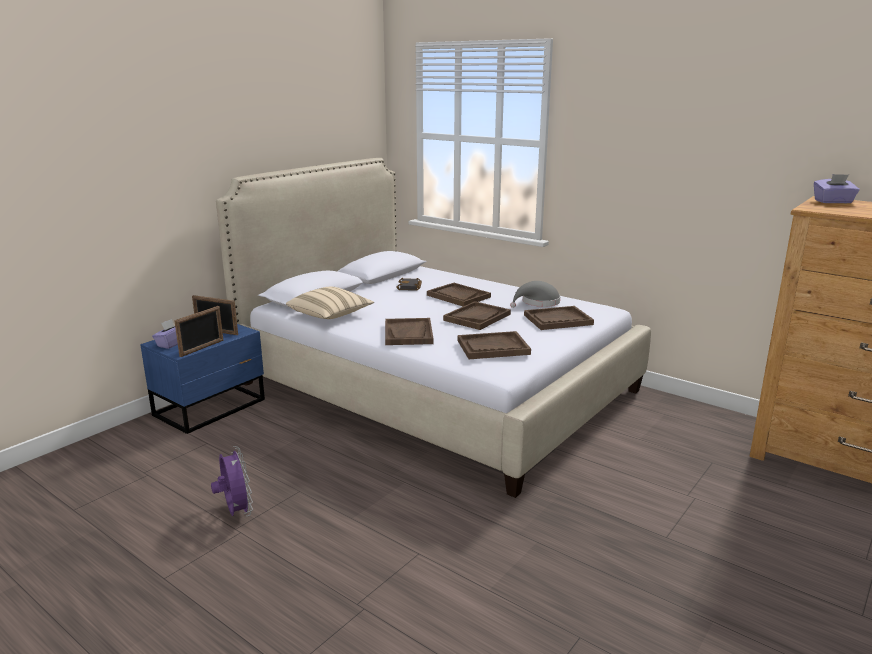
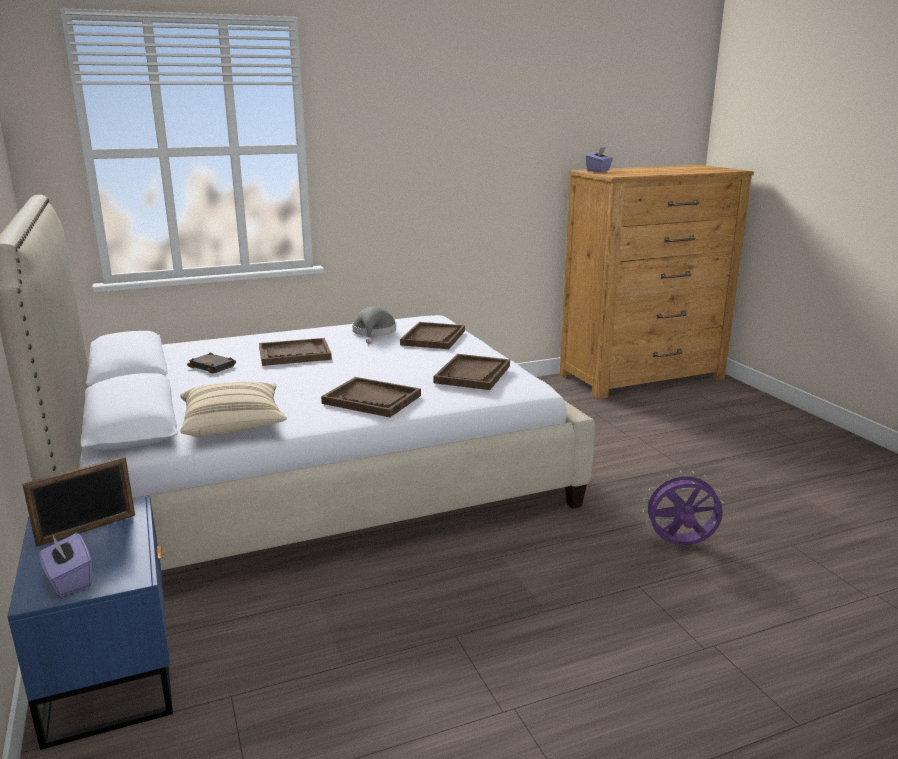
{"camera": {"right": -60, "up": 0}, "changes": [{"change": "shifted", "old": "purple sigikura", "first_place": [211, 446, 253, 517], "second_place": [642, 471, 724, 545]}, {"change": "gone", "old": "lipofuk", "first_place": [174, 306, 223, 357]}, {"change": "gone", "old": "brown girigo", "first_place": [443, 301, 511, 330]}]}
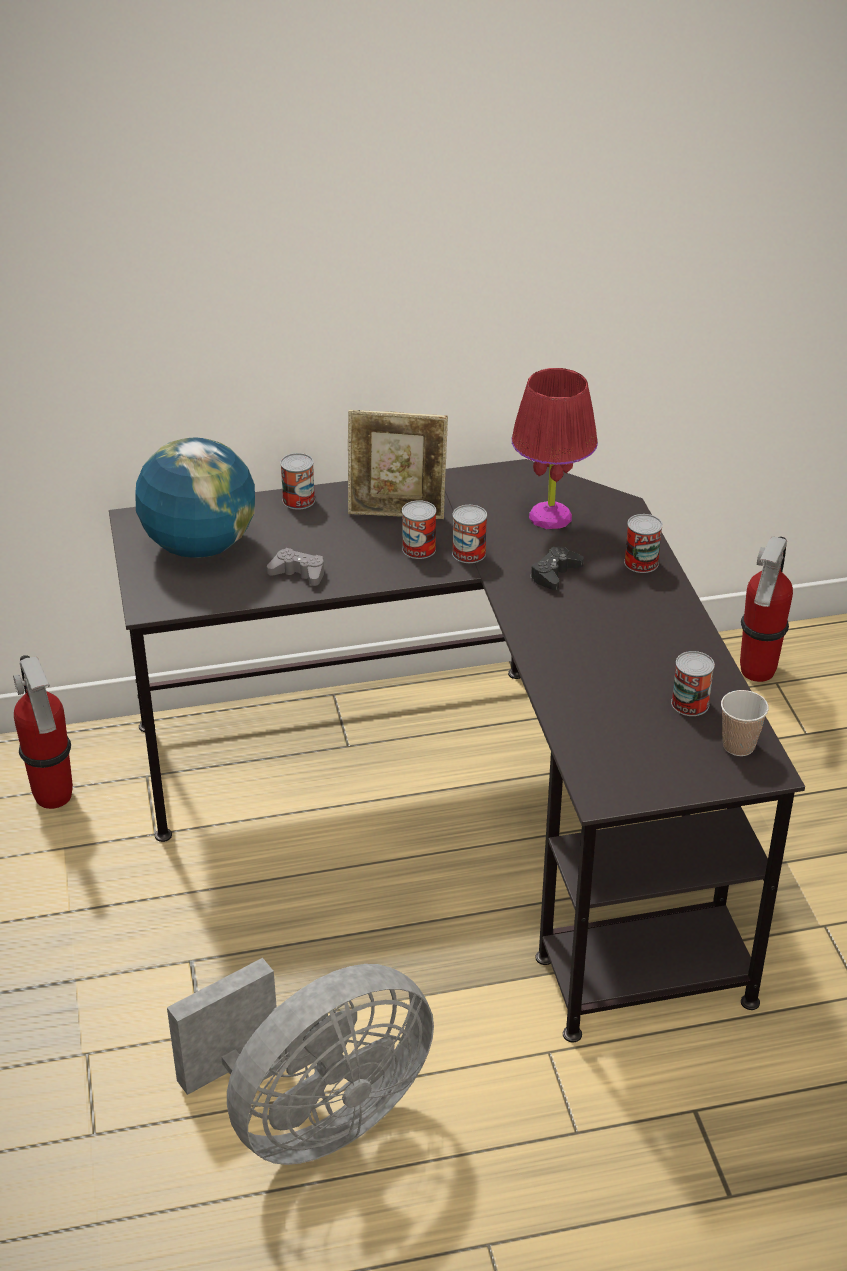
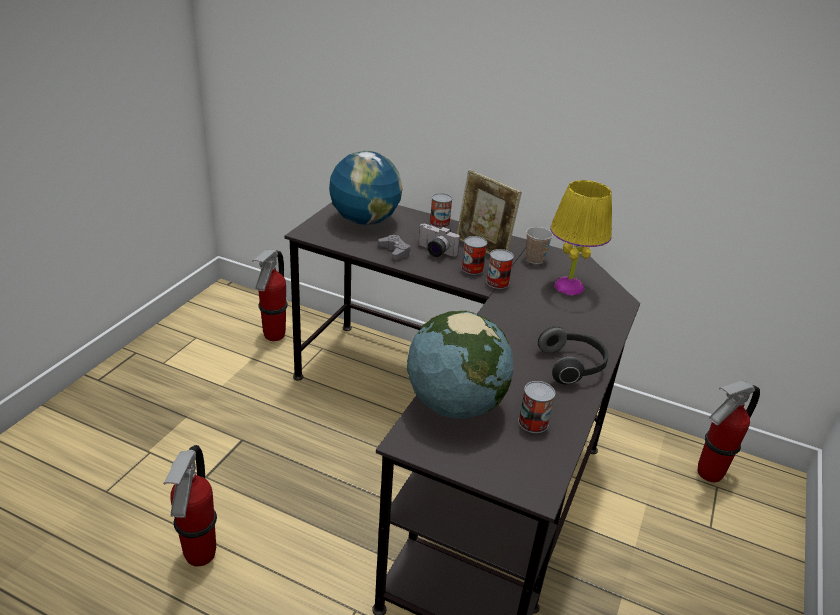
{"camera": {"right": 35, "up": -5}, "changes": [{"change": "swapped", "old": "grey sigikura", "new": "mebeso", "first_place": [167, 958, 434, 1165], "second_place": [163, 445, 217, 566]}, {"change": "new", "new": "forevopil", "second_place": [407, 311, 513, 419]}, {"change": "new", "new": "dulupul", "second_place": [419, 224, 460, 257]}, {"change": "shifted", "old": "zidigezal", "first_place": [721, 690, 769, 756], "second_place": [526, 227, 553, 264]}, {"change": "new", "new": "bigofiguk", "second_place": [538, 326, 608, 384]}, {"change": "repainted", "old": "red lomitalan", "new": "yellow lomitalan", "first_place": [512, 368, 598, 529], "second_place": [550, 180, 612, 295]}, {"change": "gone", "old": "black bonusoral", "first_place": [530, 546, 584, 590]}, {"change": "gone", "old": "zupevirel", "first_place": [624, 514, 663, 573]}]}
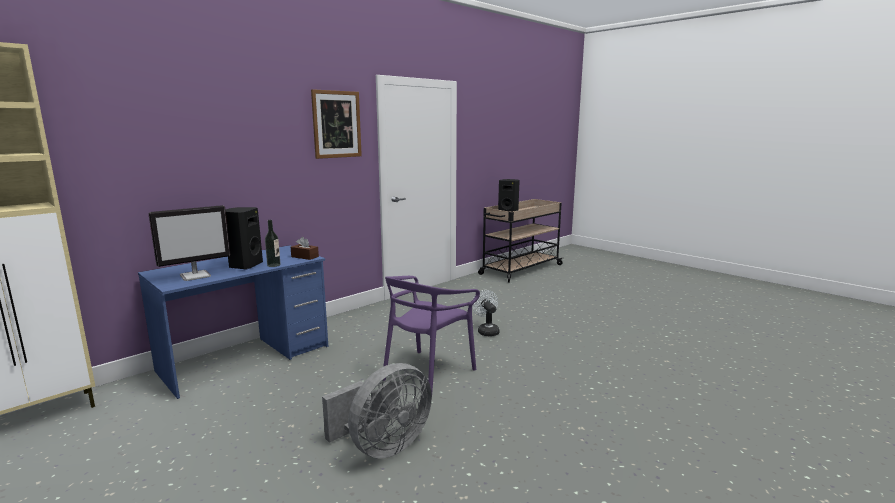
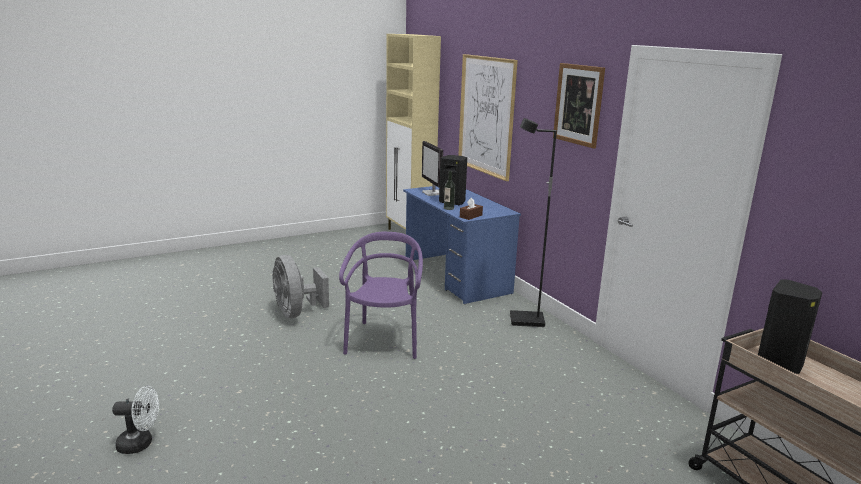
{"camera": {"right": 105, "up": 5}, "changes": [{"change": "shifted", "old": "white sigikura", "first_place": [472, 290, 500, 336], "second_place": [112, 386, 159, 454]}, {"change": "rotated", "old": "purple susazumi", "first_place": [382, 276, 480, 392], "second_place": [339, 232, 423, 359], "degrees": 45}, {"change": "new", "new": "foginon", "second_place": [458, 54, 518, 181]}, {"change": "new", "new": "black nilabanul", "second_place": [510, 118, 557, 327]}]}
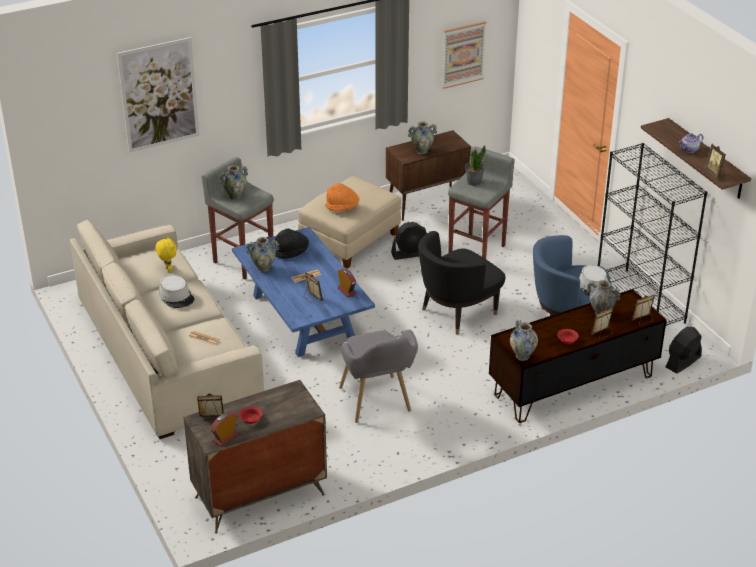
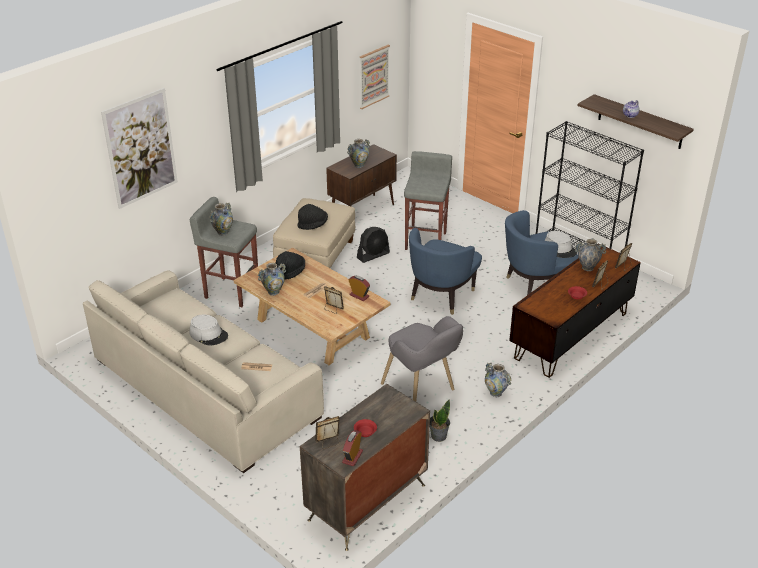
{"camera": {"right": -20, "up": 0}, "changes": [{"change": "repainted", "old": "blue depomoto", "new": "beige depomoto", "first_place": [232, 227, 375, 357], "second_place": [234, 248, 390, 365]}, {"change": "repainted", "old": "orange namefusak", "new": "black namefusak", "first_place": [326, 183, 359, 212], "second_place": [297, 204, 328, 230]}, {"change": "repainted", "old": "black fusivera", "new": "blue fusivera", "first_place": [418, 231, 505, 335], "second_place": [409, 228, 482, 315]}, {"change": "shifted", "old": "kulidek", "first_place": [465, 145, 486, 186], "second_place": [430, 400, 450, 442]}, {"change": "shifted", "old": "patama", "first_place": [510, 319, 538, 361], "second_place": [485, 363, 512, 397]}, {"change": "gone", "old": "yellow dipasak", "first_place": [155, 237, 177, 272]}, {"change": "gone", "old": "black sigikura", "first_place": [666, 326, 702, 374]}, {"change": "gone", "old": "lipofuk", "first_place": [705, 144, 726, 178]}]}
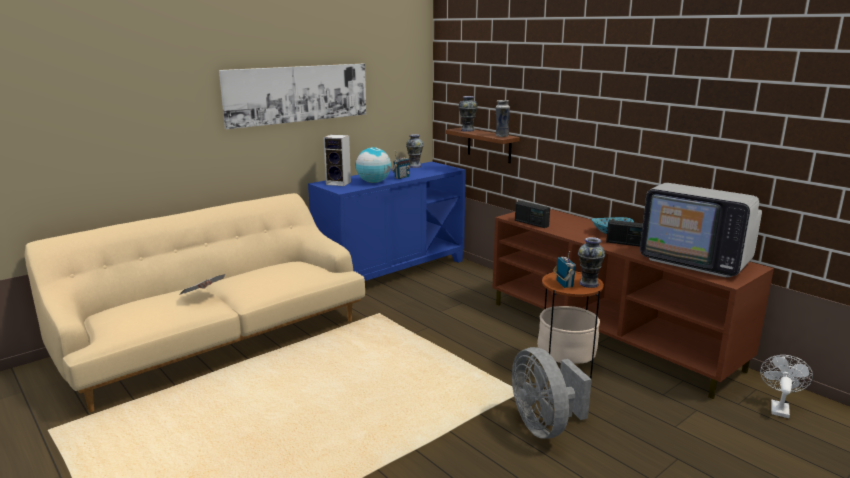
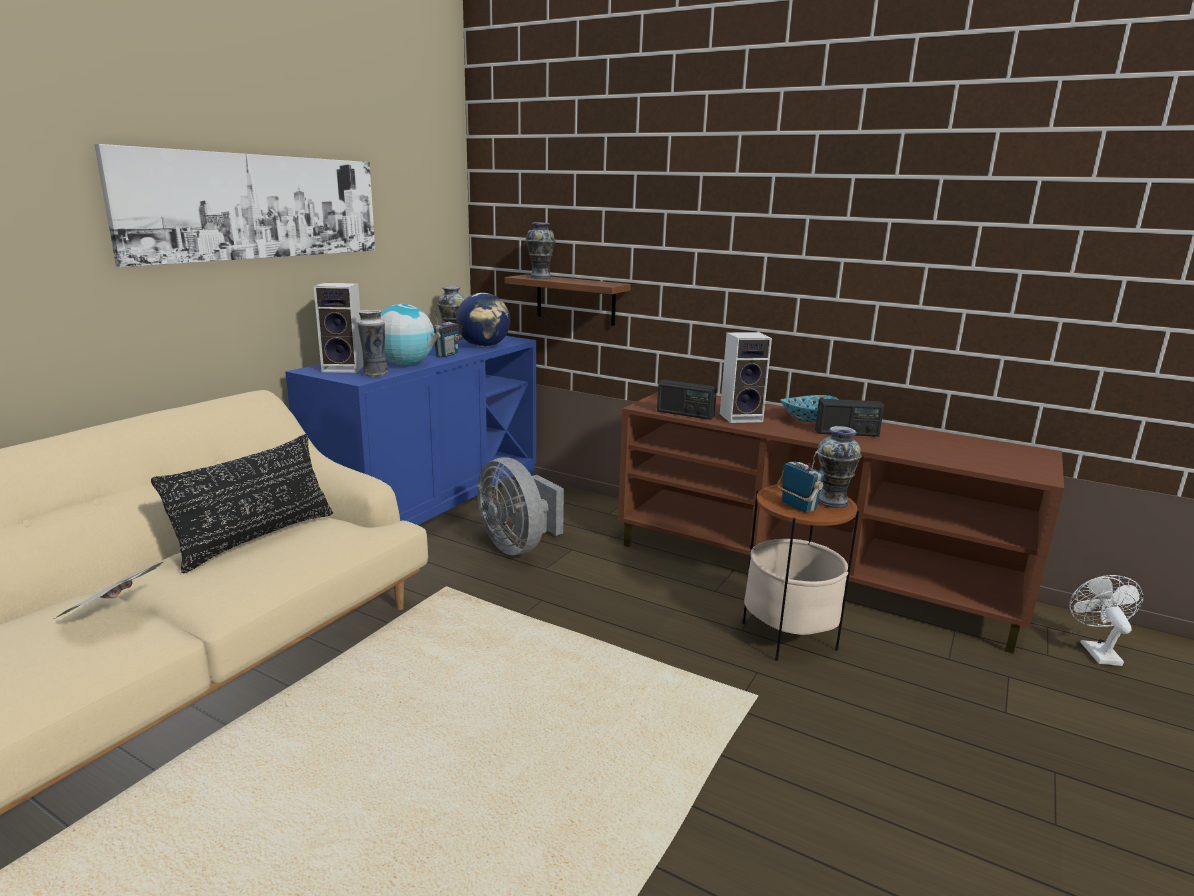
{"camera": {"right": -20, "up": 0}, "changes": [{"change": "new", "new": "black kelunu", "second_place": [151, 434, 333, 573]}, {"change": "shifted", "old": "patama", "first_place": [495, 100, 510, 137], "second_place": [358, 310, 388, 377]}, {"change": "new", "new": "forevopil", "second_place": [456, 293, 510, 347]}, {"change": "shifted", "old": "grey sigikura", "first_place": [512, 347, 592, 439], "second_place": [477, 457, 564, 555]}, {"change": "new", "new": "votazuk", "second_place": [720, 332, 772, 423]}, {"change": "gone", "old": "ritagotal", "first_place": [640, 183, 762, 277]}]}
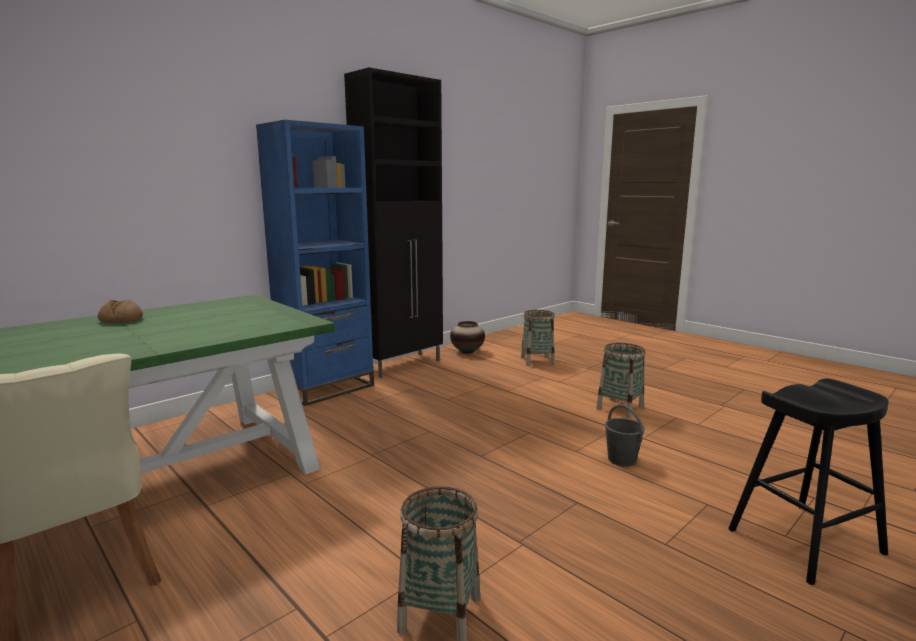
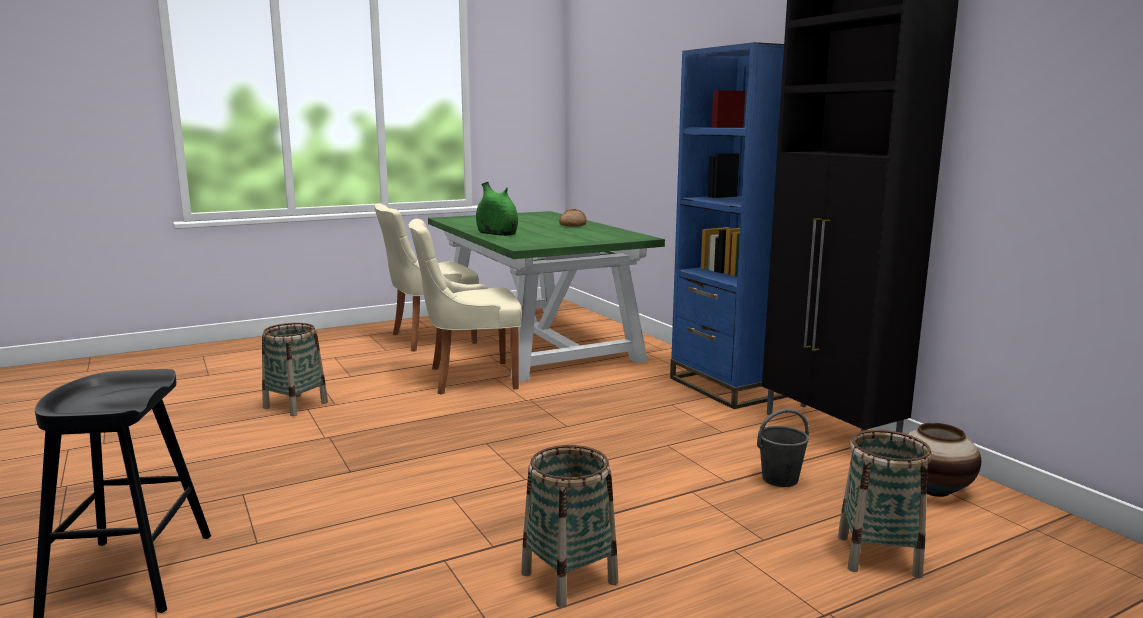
{"camera": {"right": 105, "up": 0}, "changes": [{"change": "new", "new": "beige susazumi", "second_place": [408, 219, 522, 394]}, {"change": "new", "new": "green patama", "second_place": [476, 182, 518, 236]}, {"change": "shifted", "old": "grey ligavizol", "first_place": [605, 404, 645, 467], "second_place": [757, 409, 809, 487]}]}
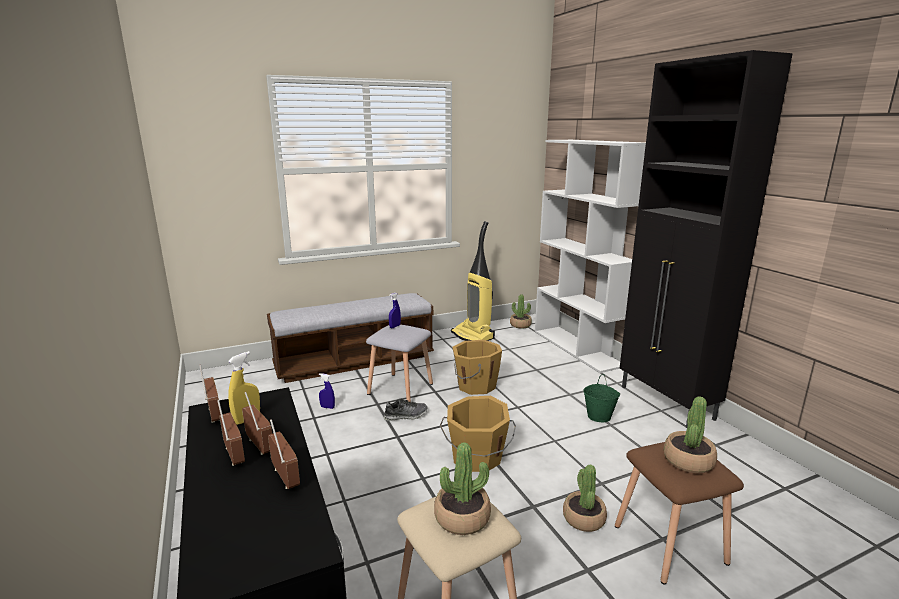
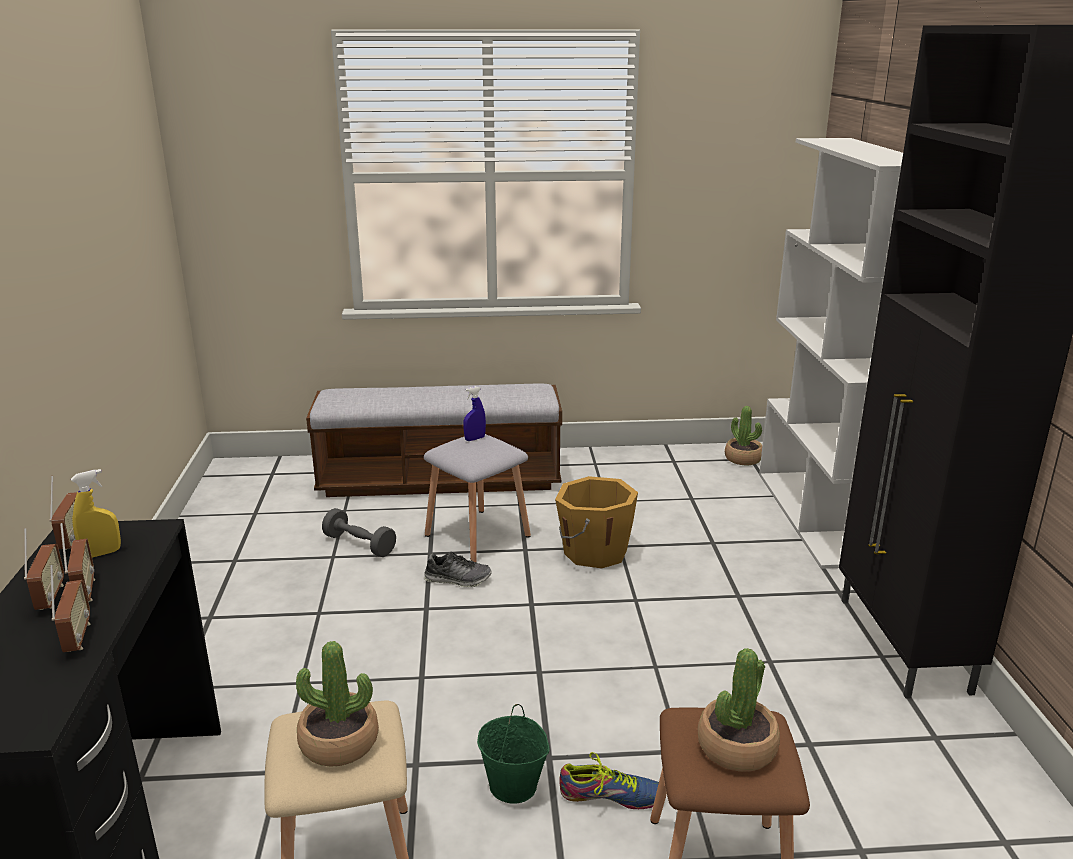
{"camera": {"right": 20, "up": 5}, "changes": [{"change": "swapped", "old": "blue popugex", "new": "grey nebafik", "first_place": [319, 373, 335, 409], "second_place": [322, 508, 396, 557]}, {"change": "shifted", "old": "green ligavizol", "first_place": [584, 374, 620, 422], "second_place": [477, 704, 549, 804]}, {"change": "swapped", "old": "kulidek", "new": "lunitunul", "first_place": [563, 465, 607, 532], "second_place": [559, 752, 659, 809]}, {"change": "gone", "old": "orange ligavizol", "first_place": [440, 396, 516, 472]}, {"change": "gone", "old": "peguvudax", "first_place": [451, 221, 495, 341]}]}
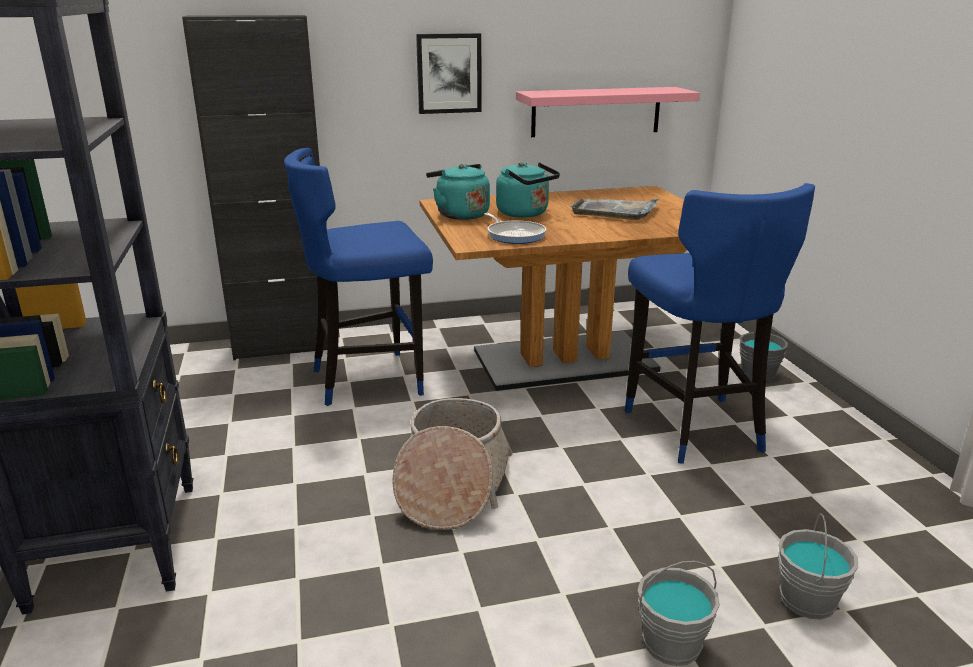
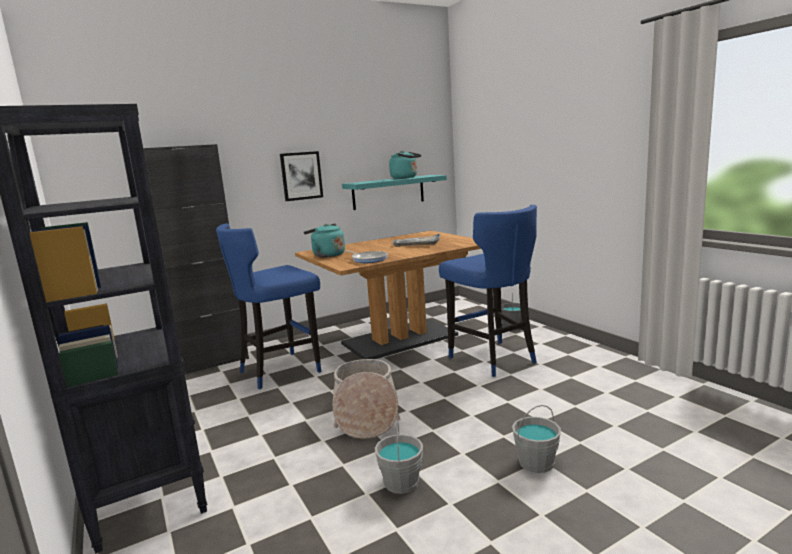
{"camera": {"right": -15, "up": -10}, "changes": [{"change": "repainted", "old": "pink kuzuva", "new": "turquoise kuzuva", "first_place": [516, 87, 700, 137], "second_place": [342, 175, 447, 210]}, {"change": "shifted", "old": "grey ligavizol", "first_place": [778, 513, 858, 619], "second_place": [375, 421, 423, 494]}, {"change": "shifted", "old": "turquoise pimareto", "first_place": [496, 162, 560, 218], "second_place": [389, 151, 421, 179]}]}
